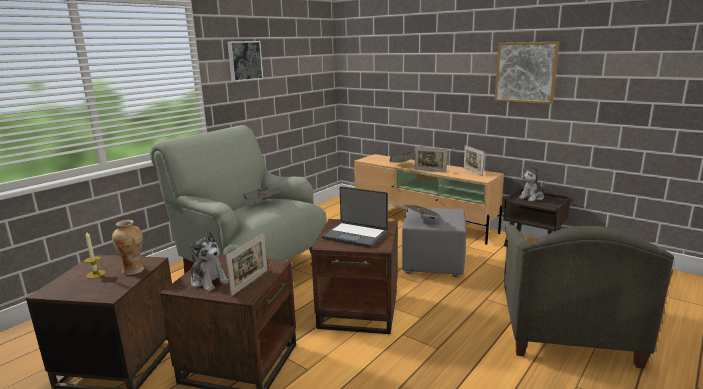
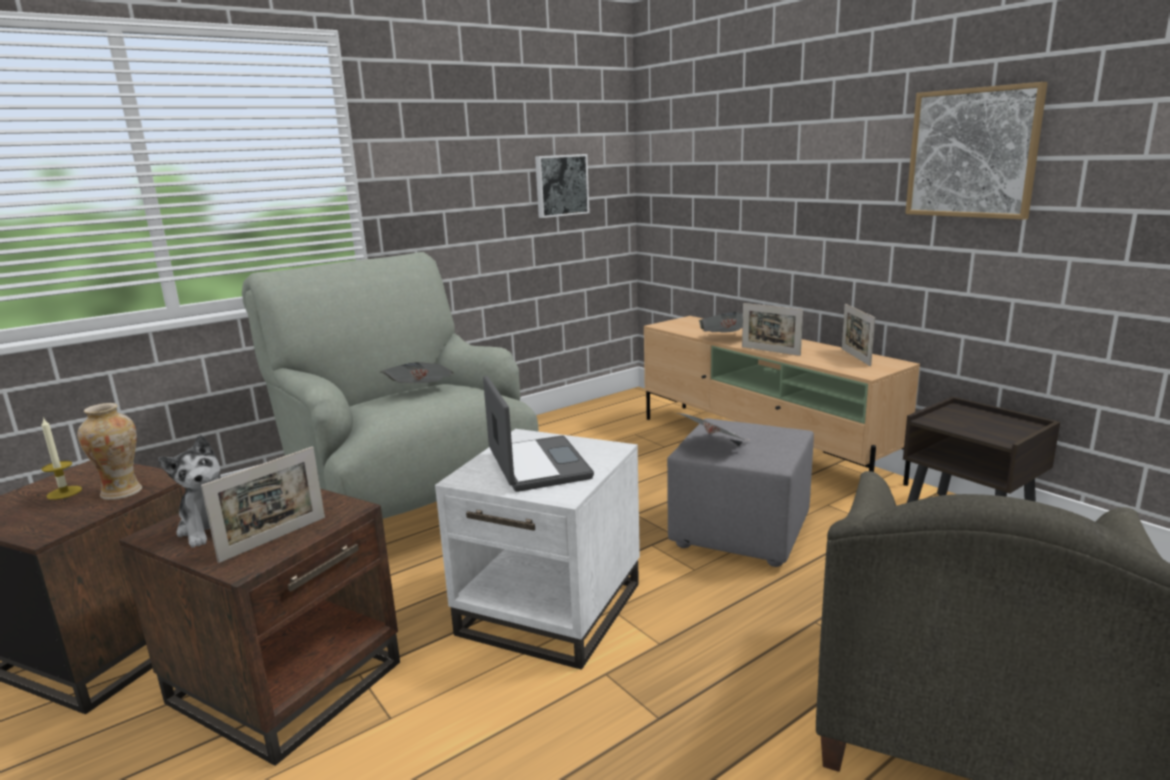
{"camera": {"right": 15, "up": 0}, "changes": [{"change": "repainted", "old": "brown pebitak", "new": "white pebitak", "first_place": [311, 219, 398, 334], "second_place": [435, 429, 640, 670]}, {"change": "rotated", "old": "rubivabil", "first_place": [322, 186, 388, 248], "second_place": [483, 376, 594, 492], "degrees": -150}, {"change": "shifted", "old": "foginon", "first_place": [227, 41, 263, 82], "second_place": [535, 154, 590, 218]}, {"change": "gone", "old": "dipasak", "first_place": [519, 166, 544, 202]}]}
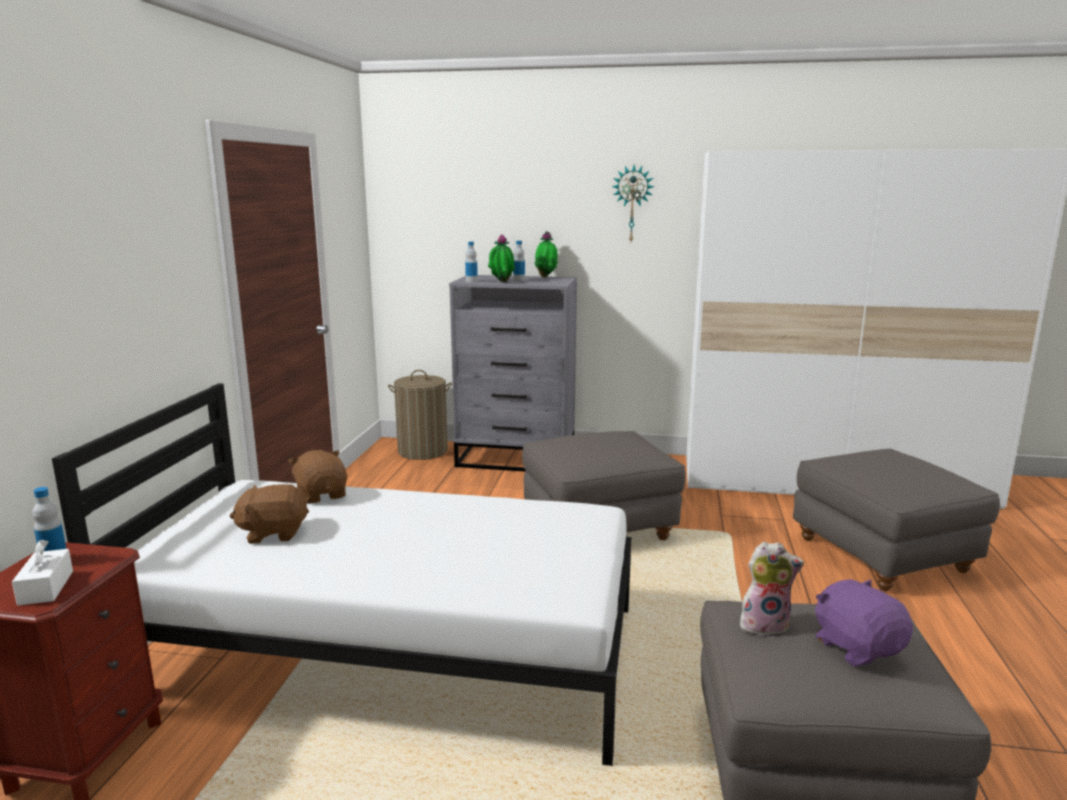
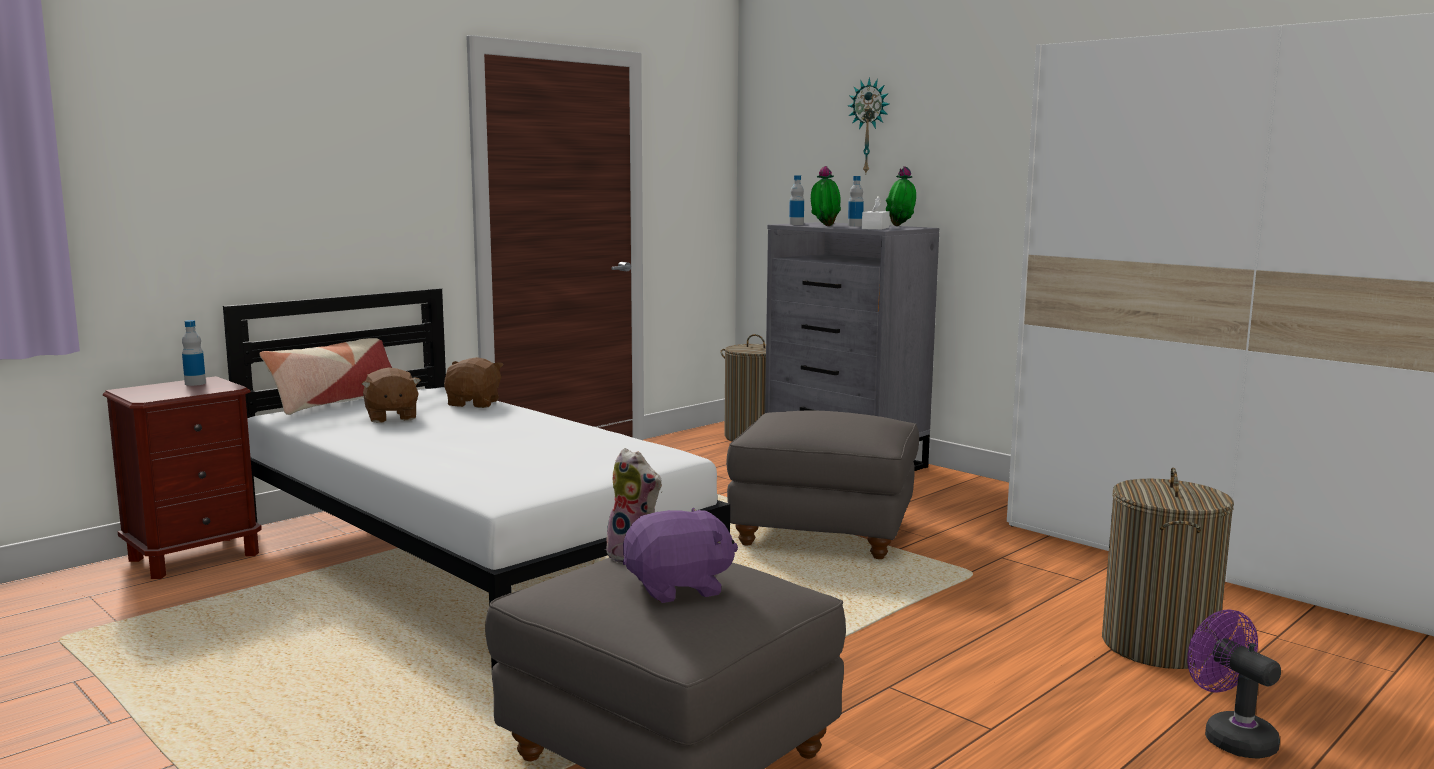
{"camera": {"right": 35, "up": -5}, "changes": [{"change": "new", "new": "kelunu", "second_place": [259, 338, 392, 415]}, {"change": "rotated", "old": "brown dipasak", "first_place": [230, 484, 309, 544], "second_place": [362, 367, 421, 423], "degrees": -135}, {"change": "rotated", "old": "purple dipasak", "first_place": [815, 579, 913, 666], "second_place": [623, 508, 738, 603], "degrees": 60}, {"change": "shifted", "old": "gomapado", "first_place": [612, 165, 654, 241], "second_place": [848, 77, 889, 173]}, {"change": "shifted", "old": "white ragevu", "first_place": [12, 540, 73, 605], "second_place": [862, 196, 890, 230]}, {"change": "swapped", "old": "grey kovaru", "new": "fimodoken", "first_place": [793, 448, 1000, 591], "second_place": [1102, 468, 1234, 669]}, {"change": "new", "new": "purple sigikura", "second_place": [1187, 609, 1281, 759]}]}
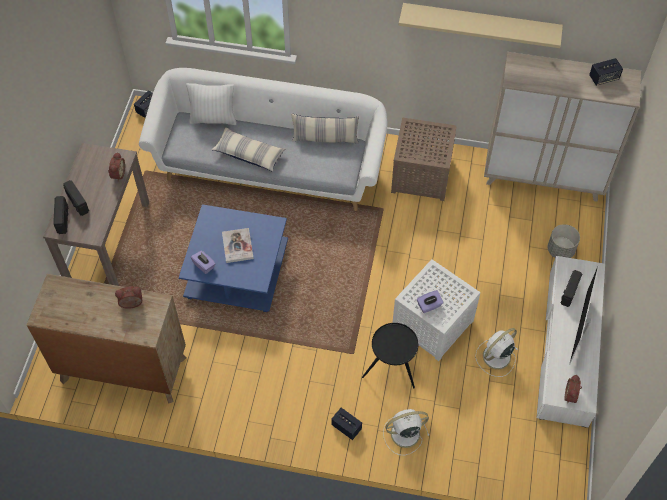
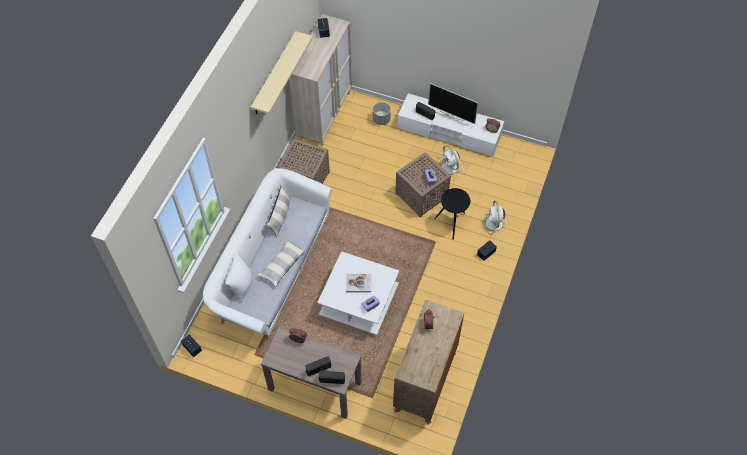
{"camera": {"right": -80, "up": 0}, "changes": [{"change": "repainted", "old": "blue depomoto", "new": "white depomoto", "first_place": [179, 204, 288, 312], "second_place": [317, 251, 399, 335]}, {"change": "repainted", "old": "white pebitak", "new": "brown pebitak", "first_place": [392, 259, 481, 361], "second_place": [395, 152, 451, 218]}]}
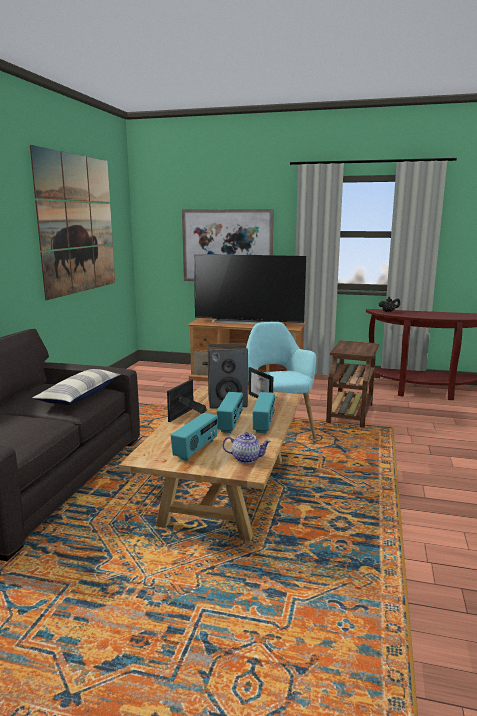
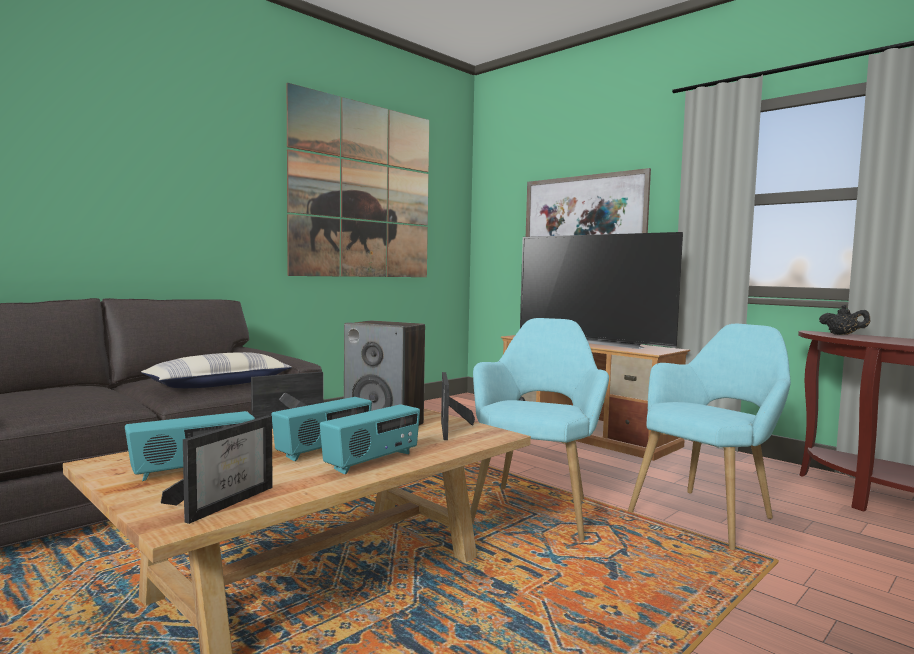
{"camera": {"right": 30, "up": -10}, "changes": [{"change": "swapped", "old": "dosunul", "new": "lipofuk", "first_place": [222, 432, 271, 463], "second_place": [161, 416, 273, 524]}, {"change": "swapped", "old": "brown pebitak", "new": "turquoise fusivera", "first_place": [326, 340, 379, 428], "second_place": [628, 324, 791, 550]}]}
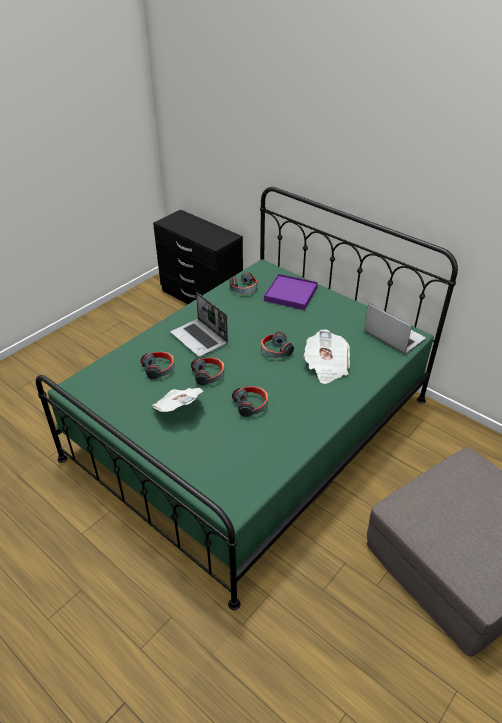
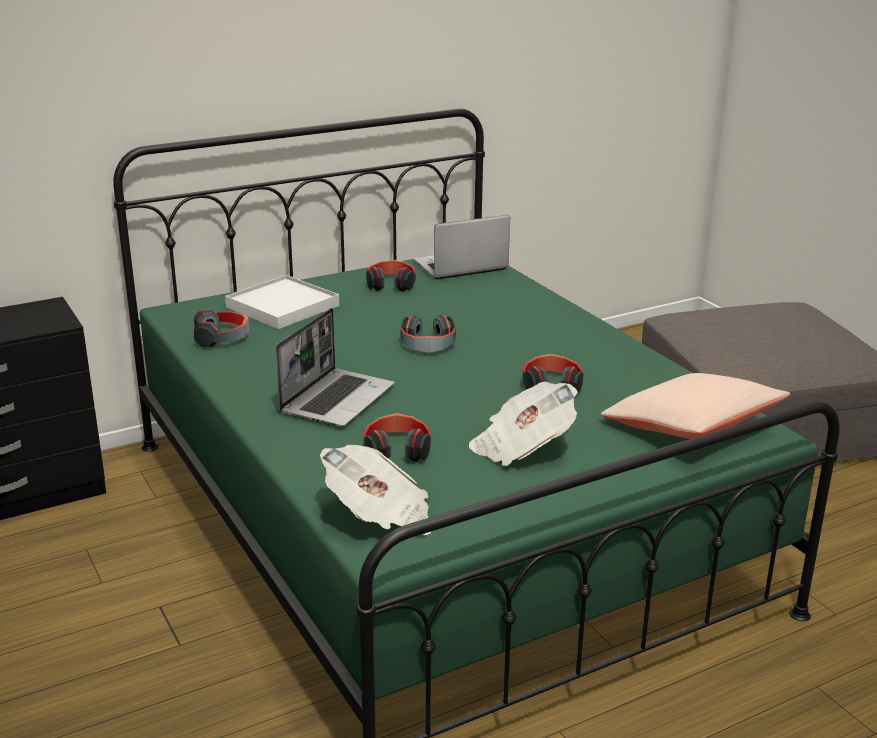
{"camera": {"right": -70, "up": -15}, "changes": [{"change": "repainted", "old": "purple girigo", "new": "white girigo", "first_place": [264, 274, 318, 310], "second_place": [225, 275, 339, 329]}, {"change": "rotated", "old": "rubivabil", "first_place": [171, 292, 228, 357], "second_place": [276, 308, 394, 427], "degrees": -45}, {"change": "shifted", "old": "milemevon", "first_place": [304, 329, 350, 384], "second_place": [320, 445, 431, 535]}, {"change": "shifted", "old": "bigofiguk", "first_place": [191, 357, 224, 385], "second_place": [366, 259, 416, 292]}, {"change": "new", "new": "beige kelunu", "second_place": [601, 373, 790, 439]}]}
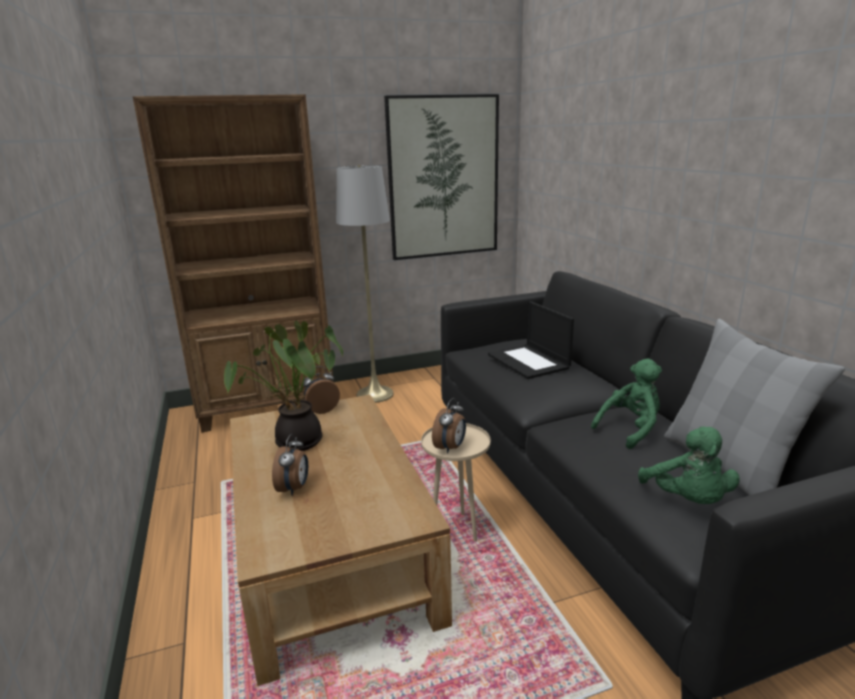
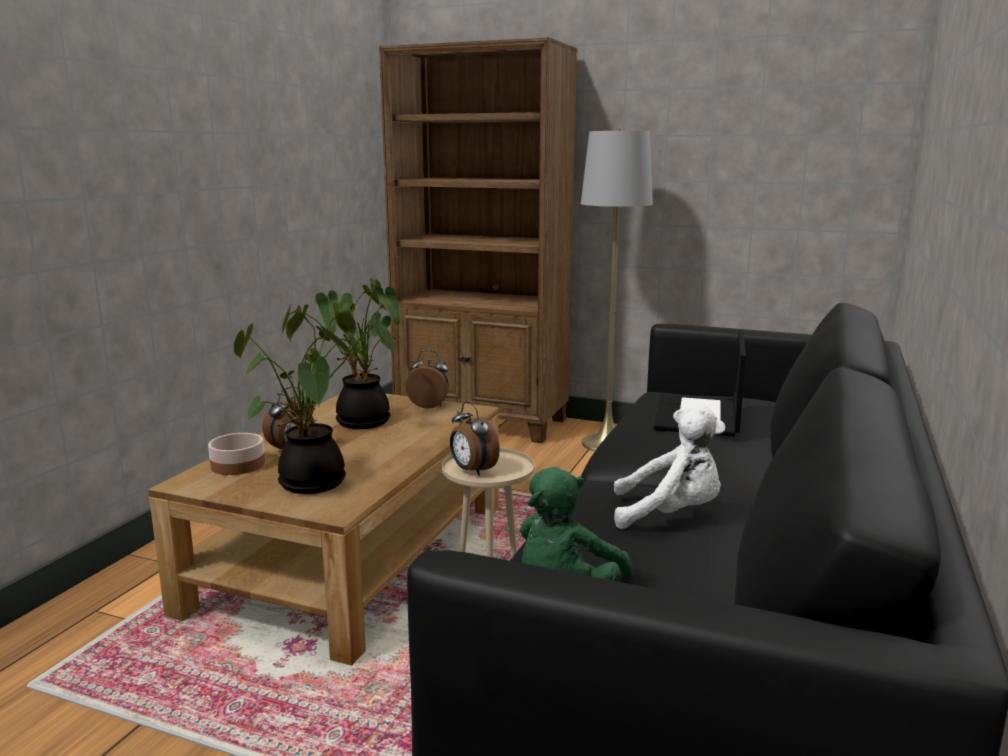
{"camera": {"right": 40, "up": -5}, "changes": [{"change": "new", "new": "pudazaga", "second_place": [208, 433, 265, 475]}, {"change": "new", "new": "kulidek", "second_place": [234, 302, 394, 494]}, {"change": "rotated", "old": "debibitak", "first_place": [432, 398, 466, 454], "second_place": [450, 402, 500, 476], "degrees": 75}, {"change": "repainted", "old": "green dipasak", "new": "white dipasak", "first_place": [591, 359, 662, 449], "second_place": [614, 404, 725, 529]}, {"change": "gone", "old": "foginon", "first_place": [384, 94, 499, 260]}, {"change": "gone", "old": "grey kelunu", "first_place": [664, 319, 845, 496]}]}
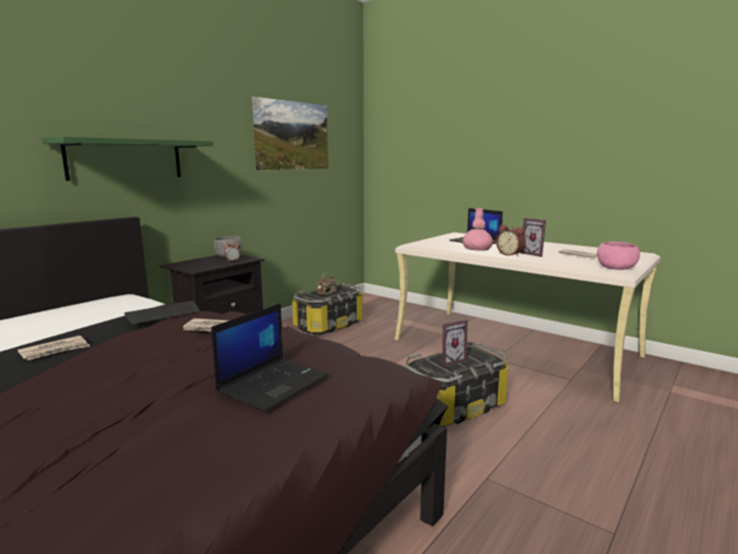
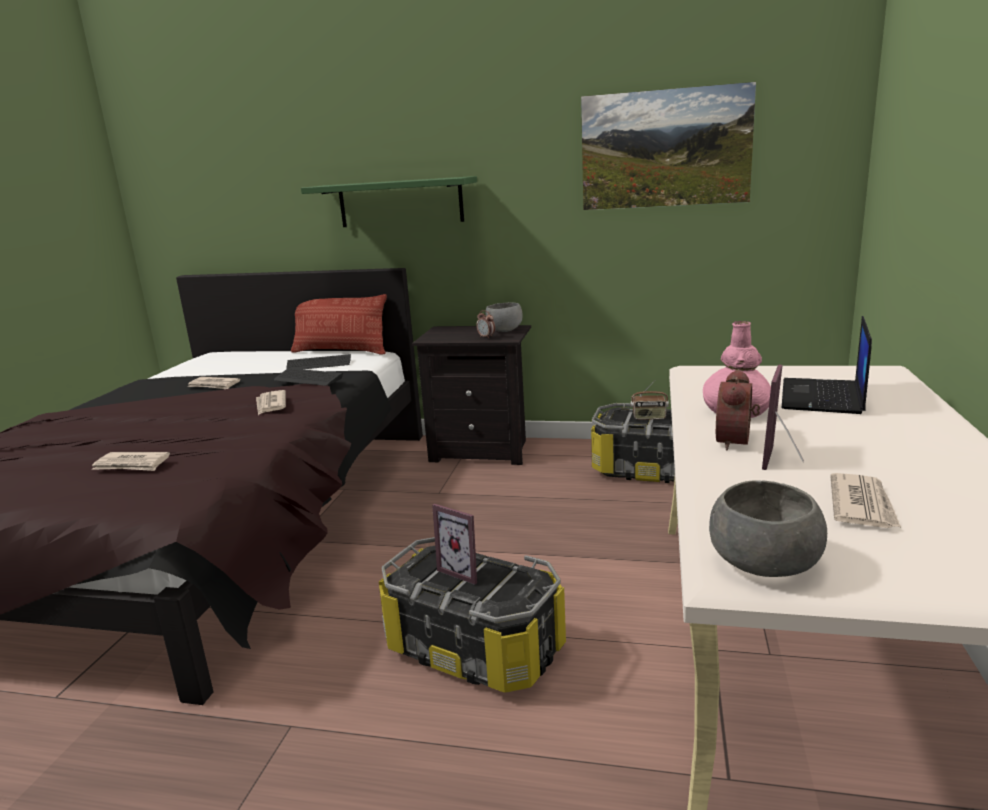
{"camera": {"right": 65, "up": 5}, "changes": [{"change": "swapped", "old": "rubivabil", "new": "milemevon", "first_place": [211, 303, 329, 412], "second_place": [91, 452, 170, 471]}, {"change": "new", "new": "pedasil", "second_place": [286, 354, 351, 369]}, {"change": "new", "new": "kelunu", "second_place": [291, 294, 387, 354]}, {"change": "repainted", "old": "pink pudazaga", "new": "grey pudazaga", "first_place": [597, 242, 640, 270], "second_place": [709, 480, 827, 577]}]}
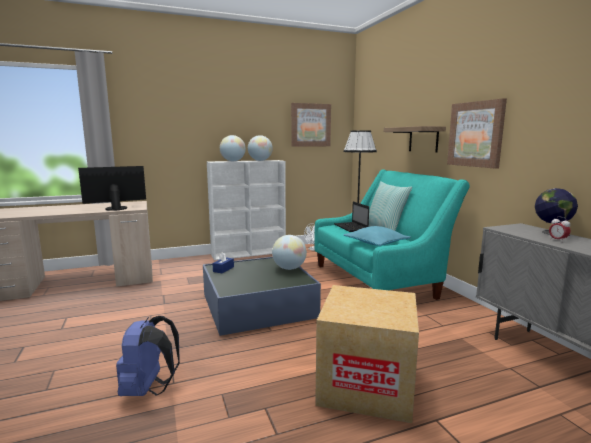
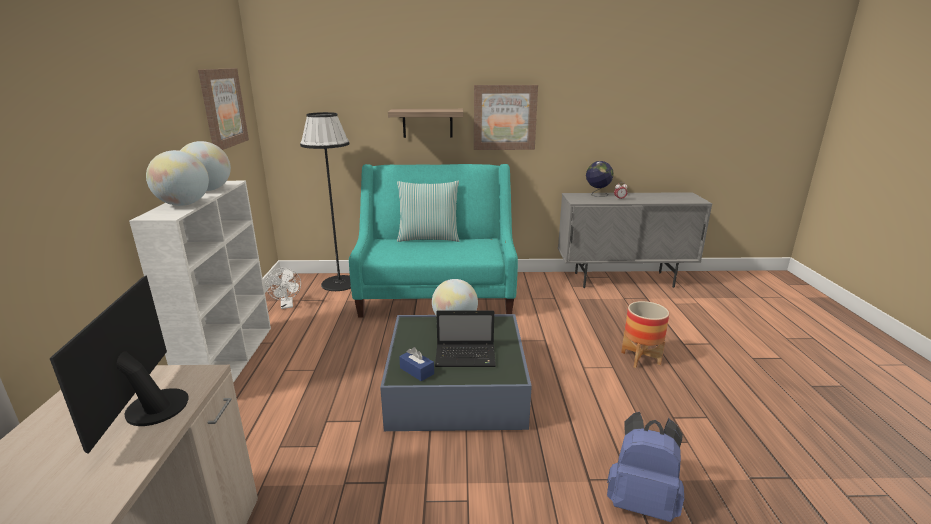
{"camera": {"right": -70, "up": 10}, "changes": [{"change": "shifted", "old": "rubivabil", "first_place": [334, 201, 369, 232], "second_place": [435, 310, 496, 367]}, {"change": "swapped", "old": "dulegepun", "new": "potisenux", "first_place": [315, 285, 419, 423], "second_place": [621, 301, 669, 368]}, {"change": "gone", "old": "turquoise kelunu", "first_place": [343, 226, 411, 246]}]}
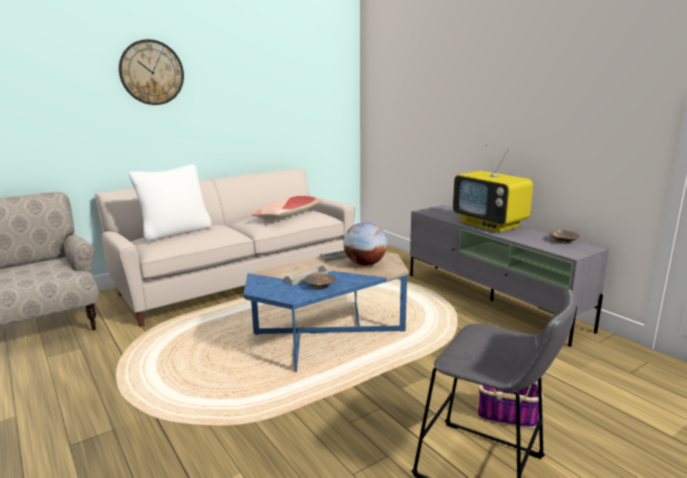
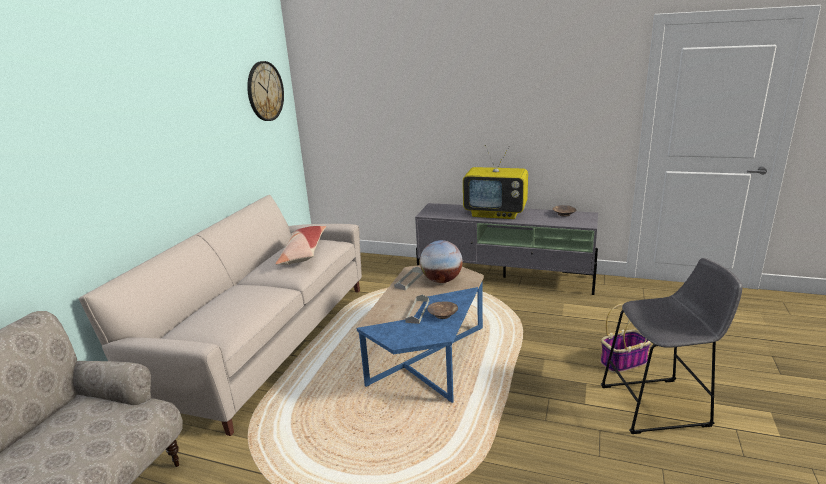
{"camera": {"right": -35, "up": 5}, "changes": [{"change": "shifted", "old": "gomapado", "first_place": [119, 39, 184, 105], "second_place": [247, 61, 284, 121]}, {"change": "gone", "old": "white kelunu", "first_place": [129, 165, 211, 241]}]}
